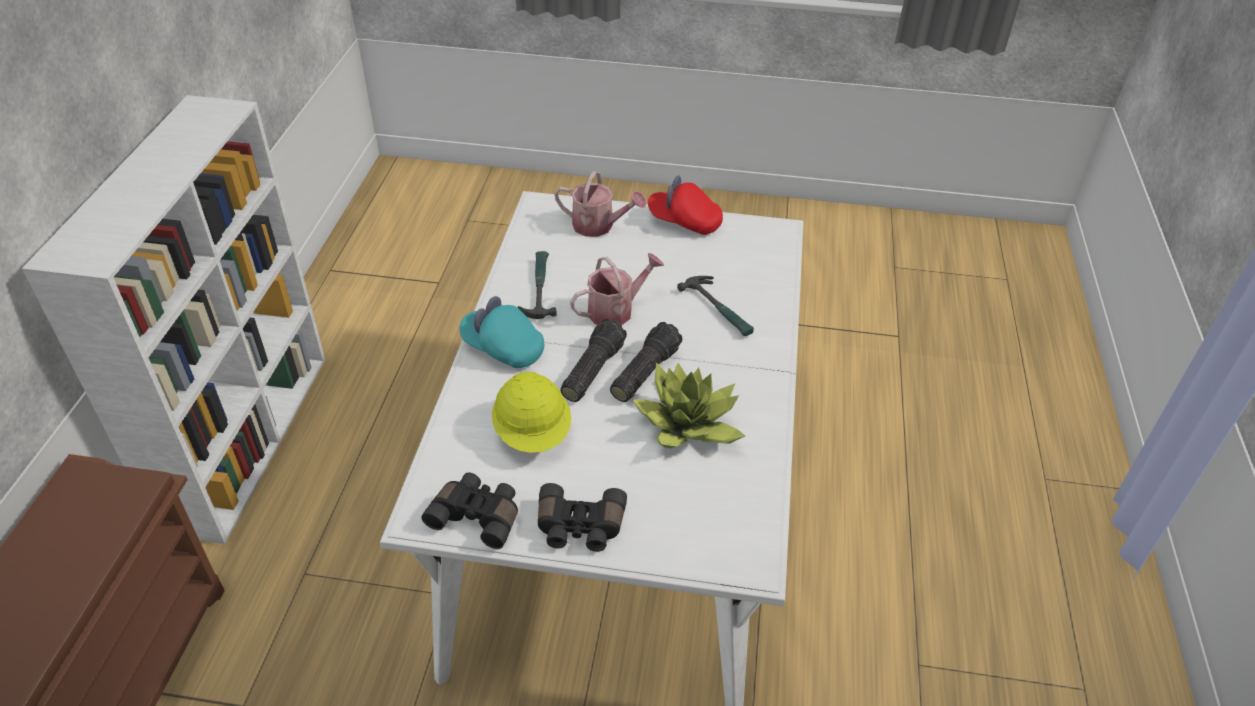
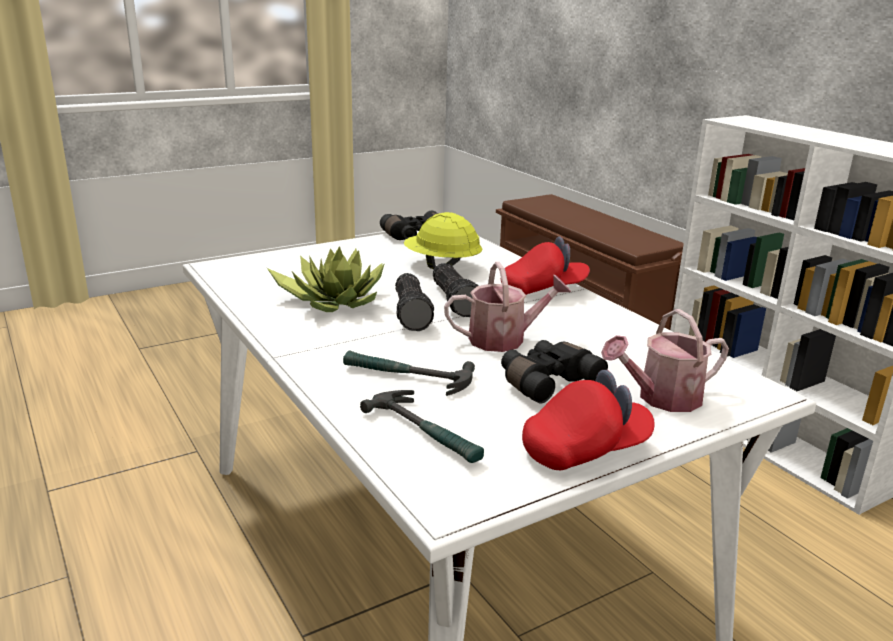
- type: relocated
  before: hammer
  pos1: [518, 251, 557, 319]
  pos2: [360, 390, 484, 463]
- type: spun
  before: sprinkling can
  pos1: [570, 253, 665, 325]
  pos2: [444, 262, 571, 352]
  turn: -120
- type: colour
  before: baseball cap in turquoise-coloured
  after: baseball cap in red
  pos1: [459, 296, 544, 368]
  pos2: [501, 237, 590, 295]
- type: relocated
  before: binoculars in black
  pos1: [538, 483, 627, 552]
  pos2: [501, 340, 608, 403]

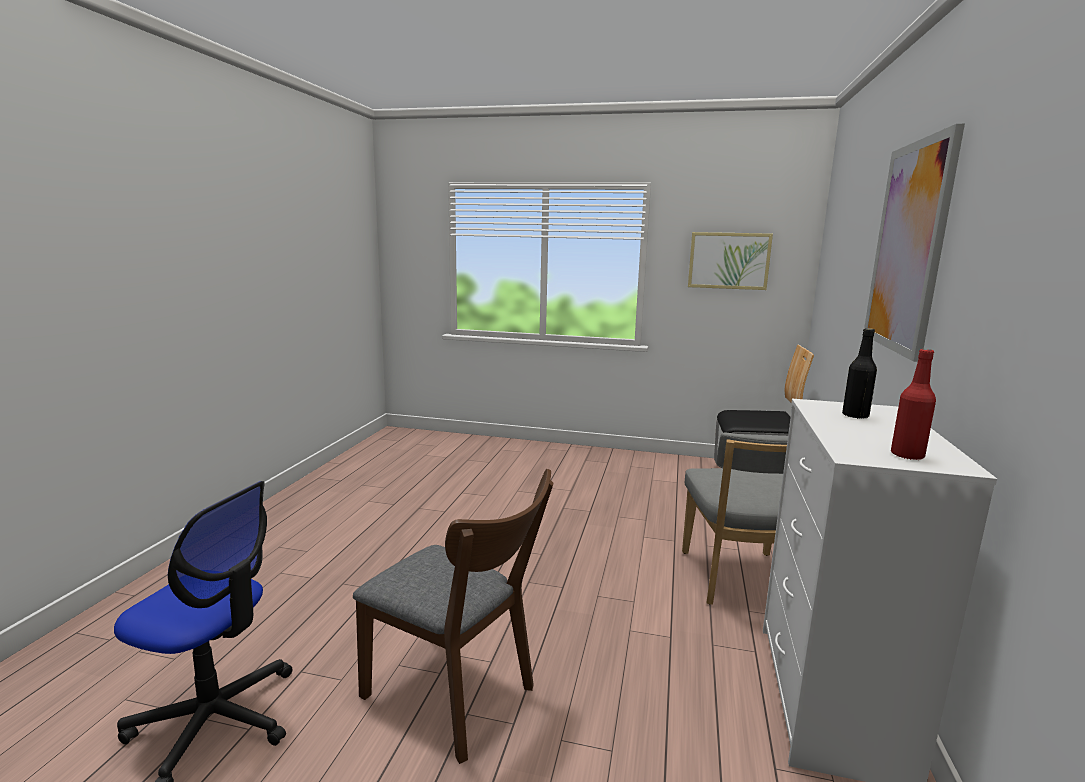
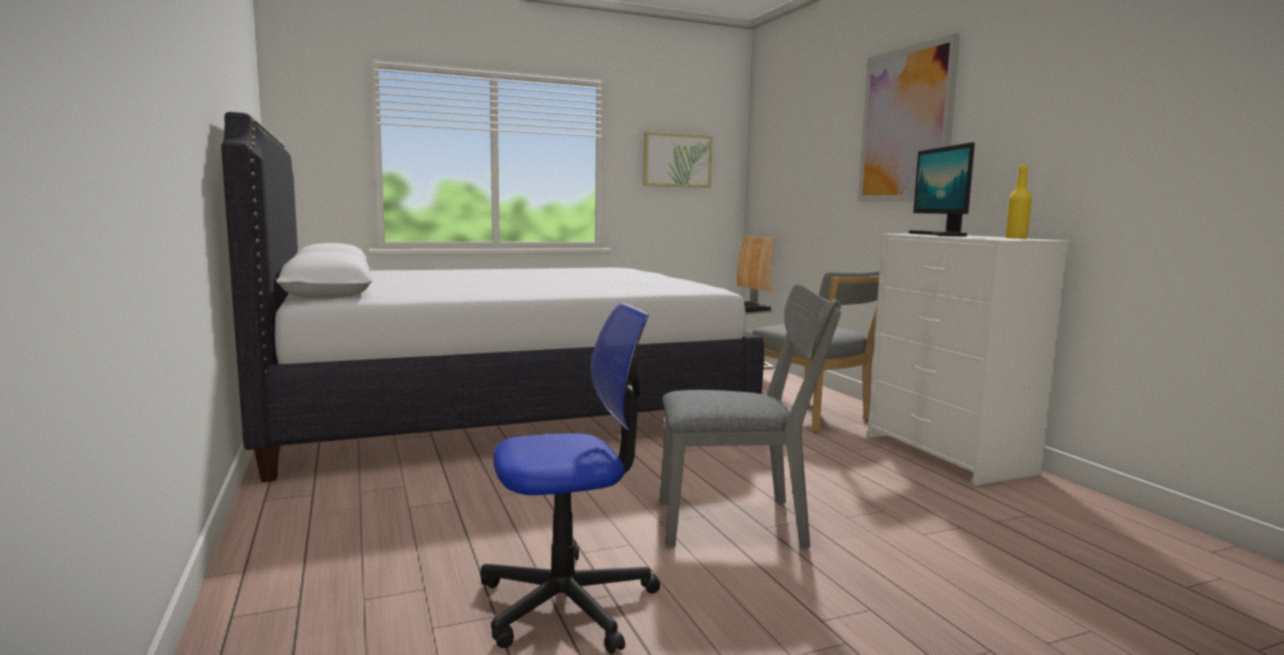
- type: exchanged
  before: drink bottle in black
  after: computer screen
  pos1: [842, 328, 877, 419]
  pos2: [909, 142, 975, 237]
- type: colour
  before: drink bottle in red
  after: drink bottle in yellowish
  pos1: [891, 349, 936, 460]
  pos2: [1005, 165, 1032, 239]
- type: colour
  before: plain chair in brown
  after: plain chair in grey
  pos1: [353, 469, 554, 764]
  pos2: [660, 284, 842, 549]
- type: appeared
  after: bed in white-coloured
  pos2: [221, 112, 764, 482]

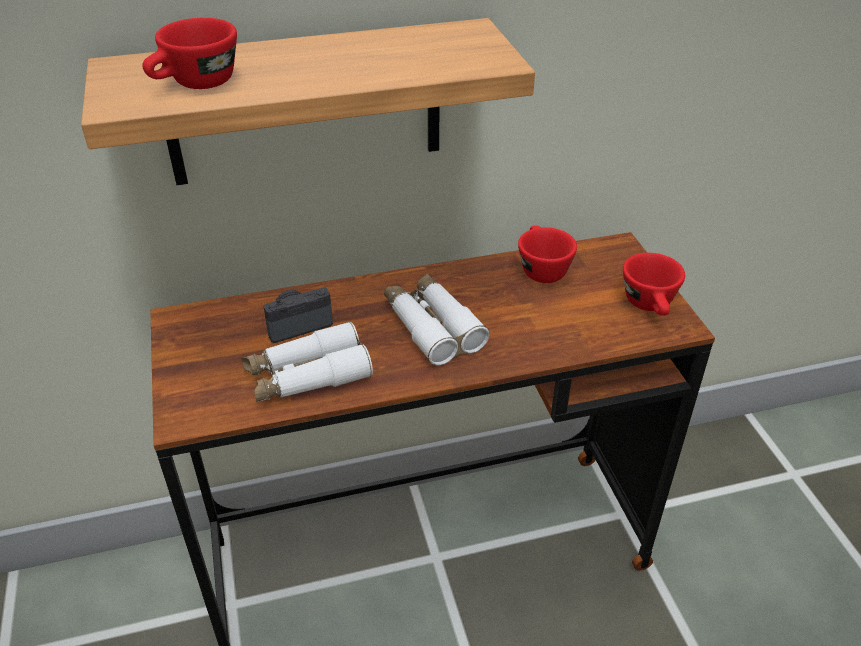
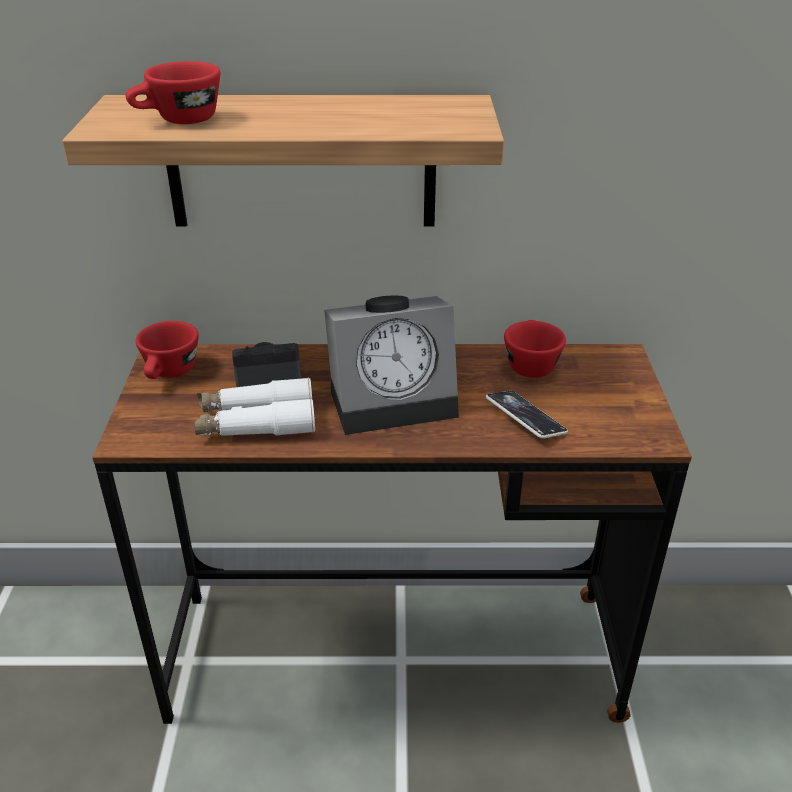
- type: relocated
  before: drinking cup in red
  pos1: [623, 253, 685, 316]
  pos2: [136, 321, 199, 379]
- type: exchanged
  before: binoculars in white-coloured
  after: bedside clock
  pos1: [384, 274, 489, 365]
  pos2: [324, 295, 459, 435]
- type: appeared
  after: phone
  pos2: [486, 391, 568, 439]

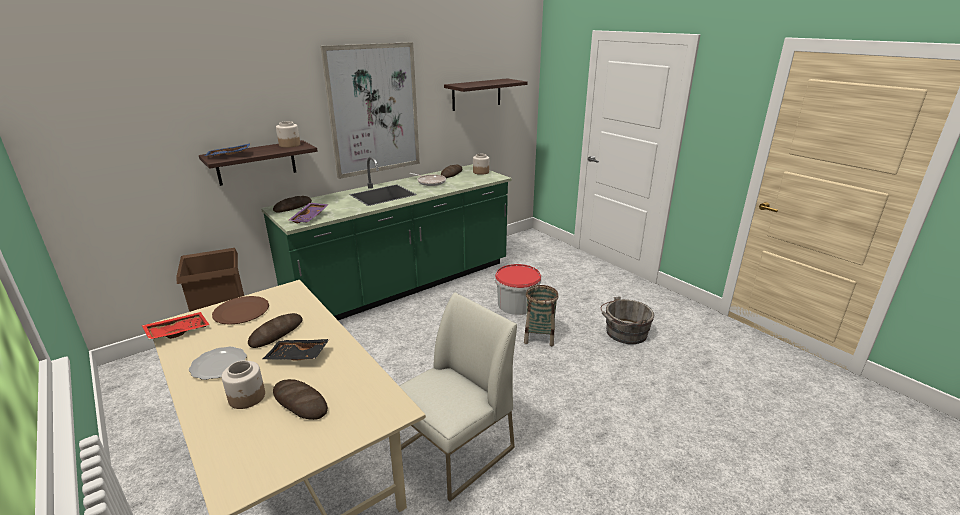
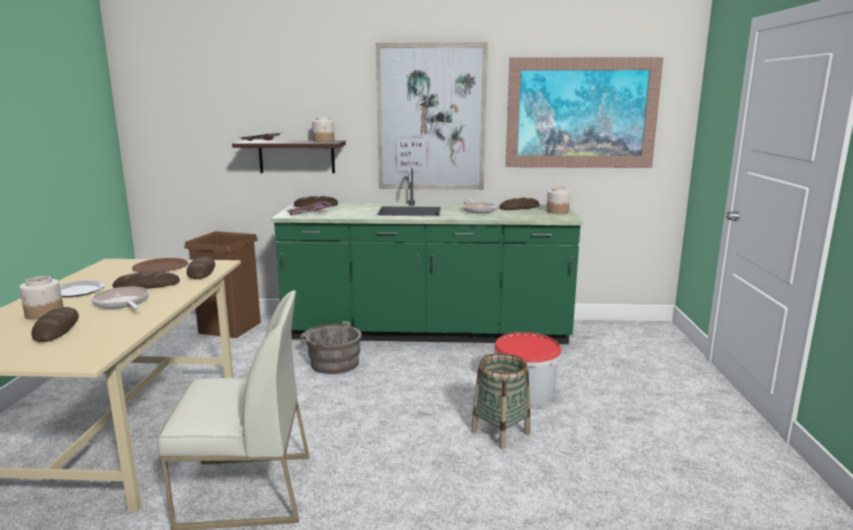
- type: exchanged
  before: wall shelf
  after: wall picture
  pos1: [444, 78, 528, 111]
  pos2: [505, 57, 663, 168]
- type: relocated
  before: pail in grey
  pos1: [601, 296, 654, 344]
  pos2: [299, 321, 362, 374]
- type: missing
  before: tray in red
  pos1: [142, 312, 210, 339]
- type: exchanged
  before: tray in black
  after: pan
  pos1: [263, 339, 330, 361]
  pos2: [91, 287, 149, 309]
- type: appeared
  after: bakery bread
  pos2: [186, 257, 215, 279]

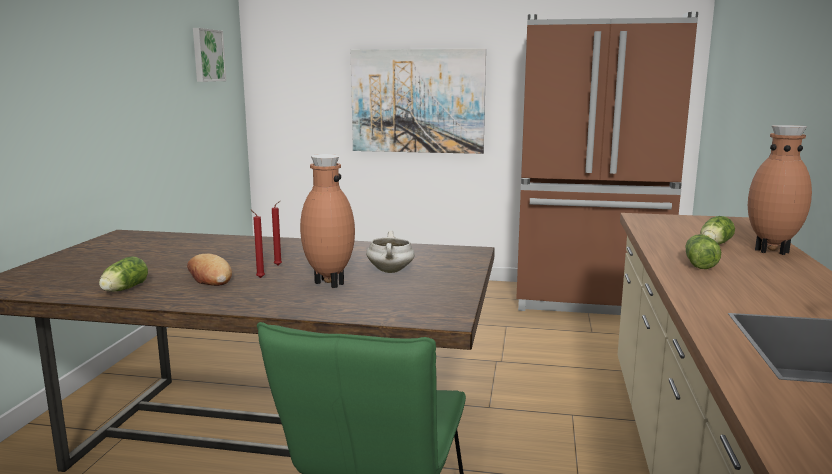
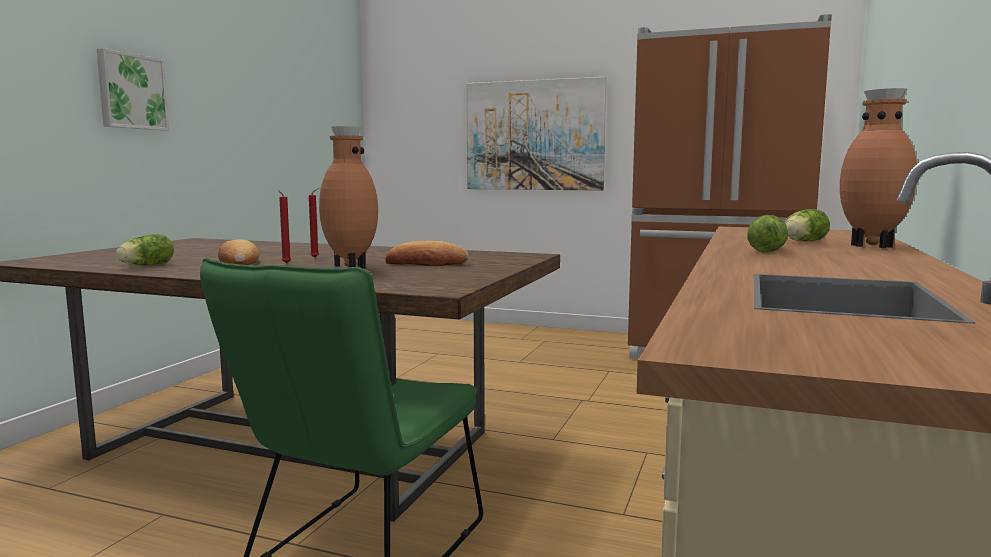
- type: relocated
  before: wall picture
  pos1: [193, 28, 226, 82]
  pos2: [97, 48, 169, 131]
- type: exchanged
  before: cooking pot in white-coloured
  after: bakery bread
  pos1: [366, 231, 415, 273]
  pos2: [385, 240, 469, 266]

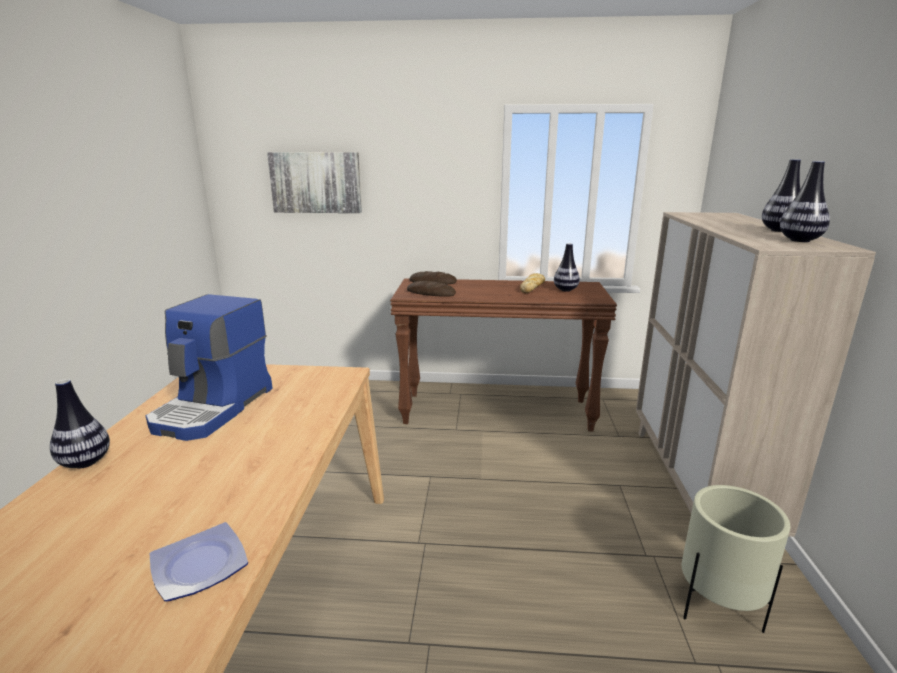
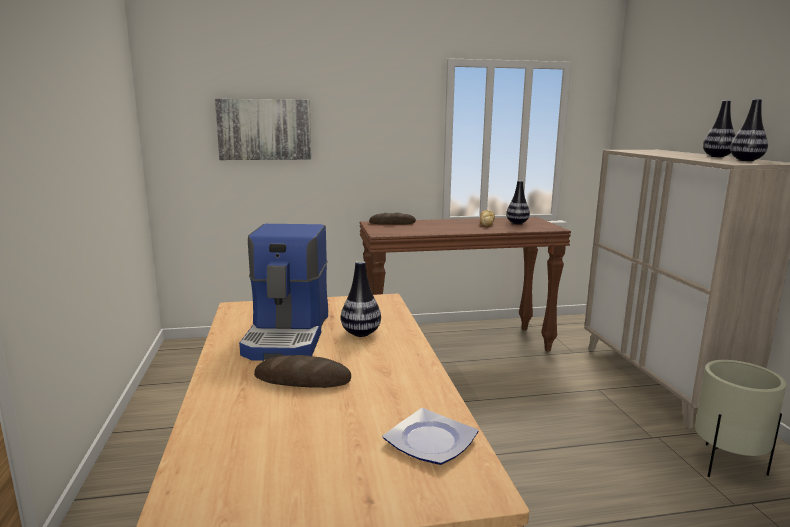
- type: relocated
  before: bakery bread
  pos1: [407, 281, 456, 297]
  pos2: [254, 355, 351, 388]
- type: relocated
  before: vase
  pos1: [50, 379, 110, 469]
  pos2: [341, 261, 381, 337]

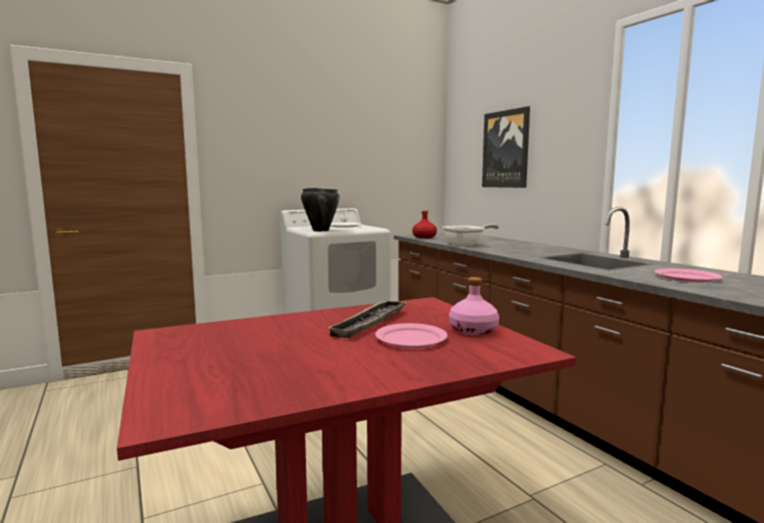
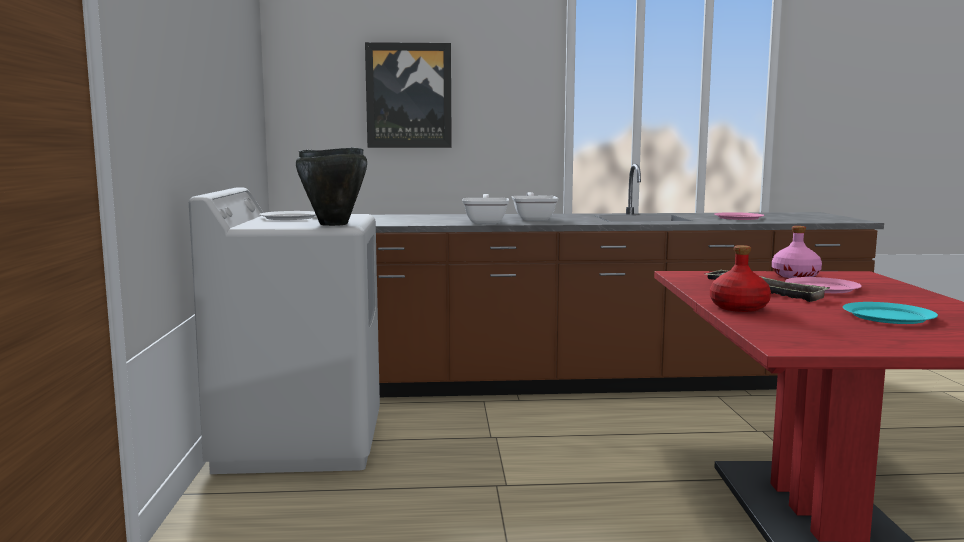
- type: relocated
  before: drink bottle in red
  pos1: [412, 211, 437, 238]
  pos2: [710, 245, 771, 312]
- type: appeared
  after: pan
  pos2: [511, 192, 559, 221]
- type: appeared
  after: flat dish in turquoise-coloured
  pos2: [843, 302, 938, 324]

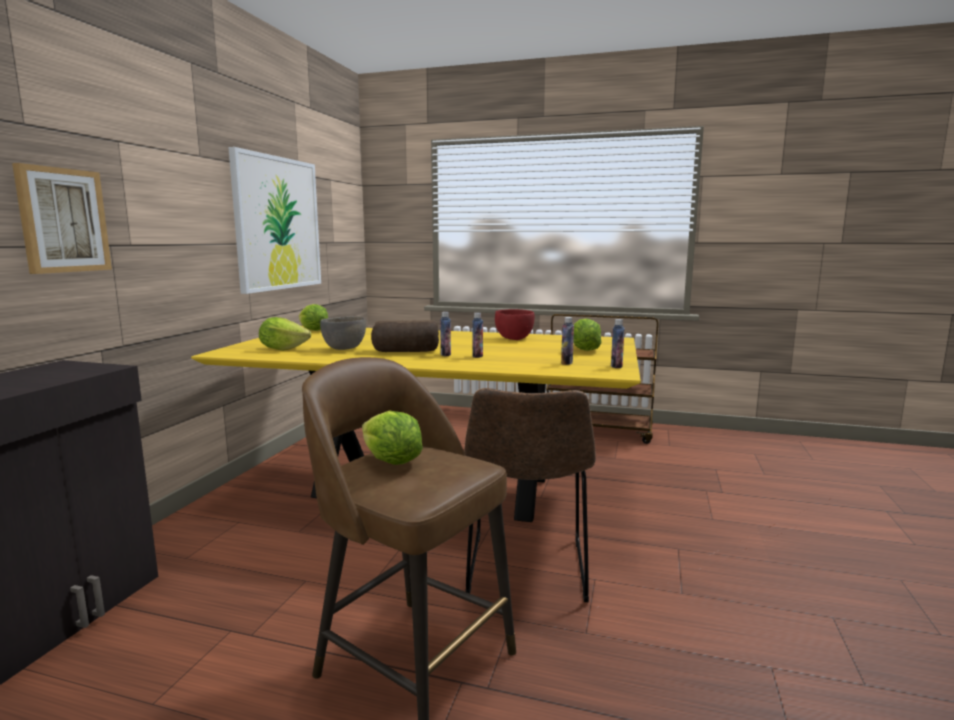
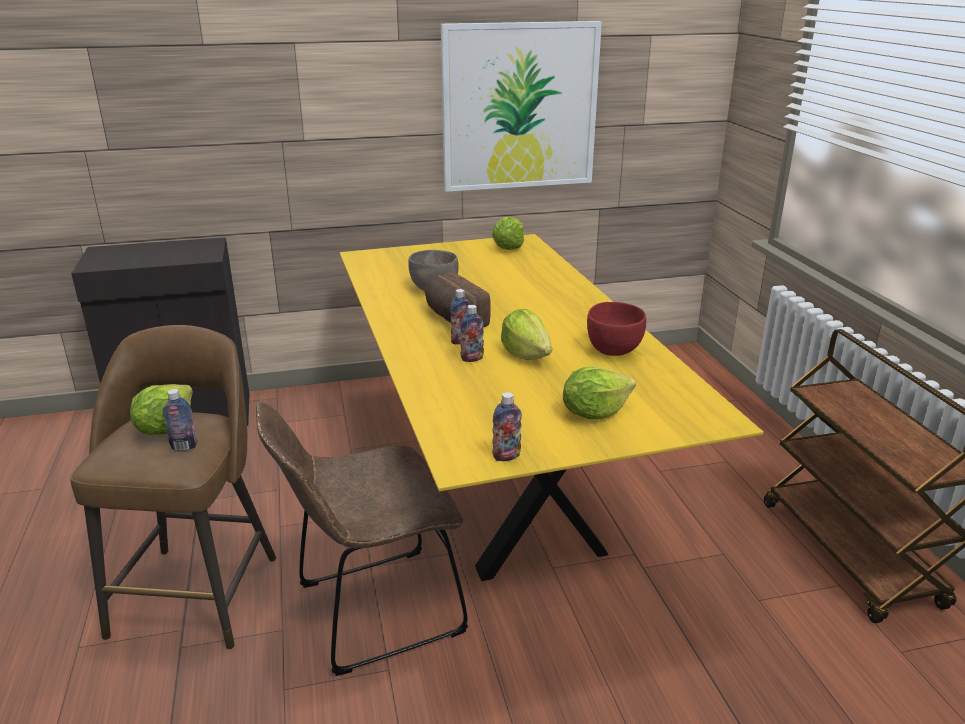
- type: missing
  before: wall picture
  pos1: [12, 163, 112, 274]
- type: relocated
  before: head of lettuce
  pos1: [259, 317, 311, 351]
  pos2: [501, 309, 552, 360]
- type: relocated
  before: drink bottle
  pos1: [561, 317, 574, 365]
  pos2: [163, 389, 197, 451]

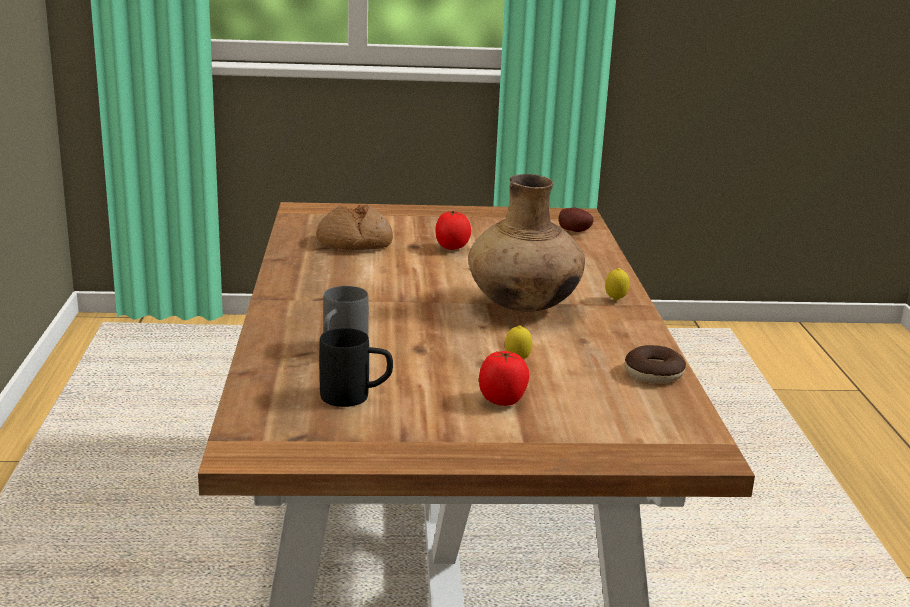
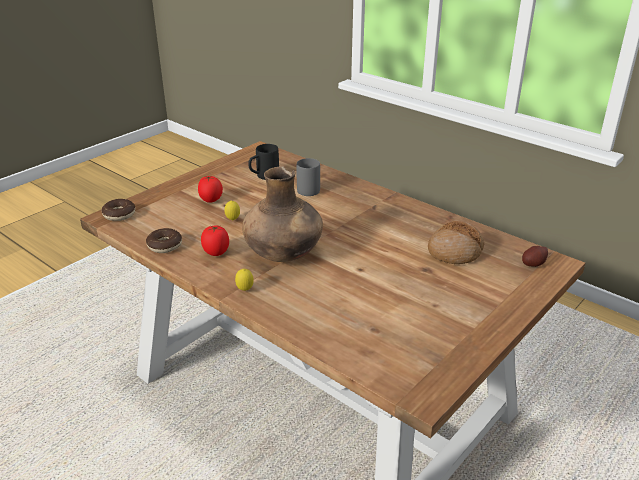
- type: relocated
  before: potato
  pos1: [559, 208, 594, 232]
  pos2: [522, 246, 548, 267]
- type: relocated
  before: tomato
  pos1: [435, 210, 471, 250]
  pos2: [201, 226, 229, 256]
- type: appeared
  after: doughnut
  pos2: [101, 199, 135, 221]

